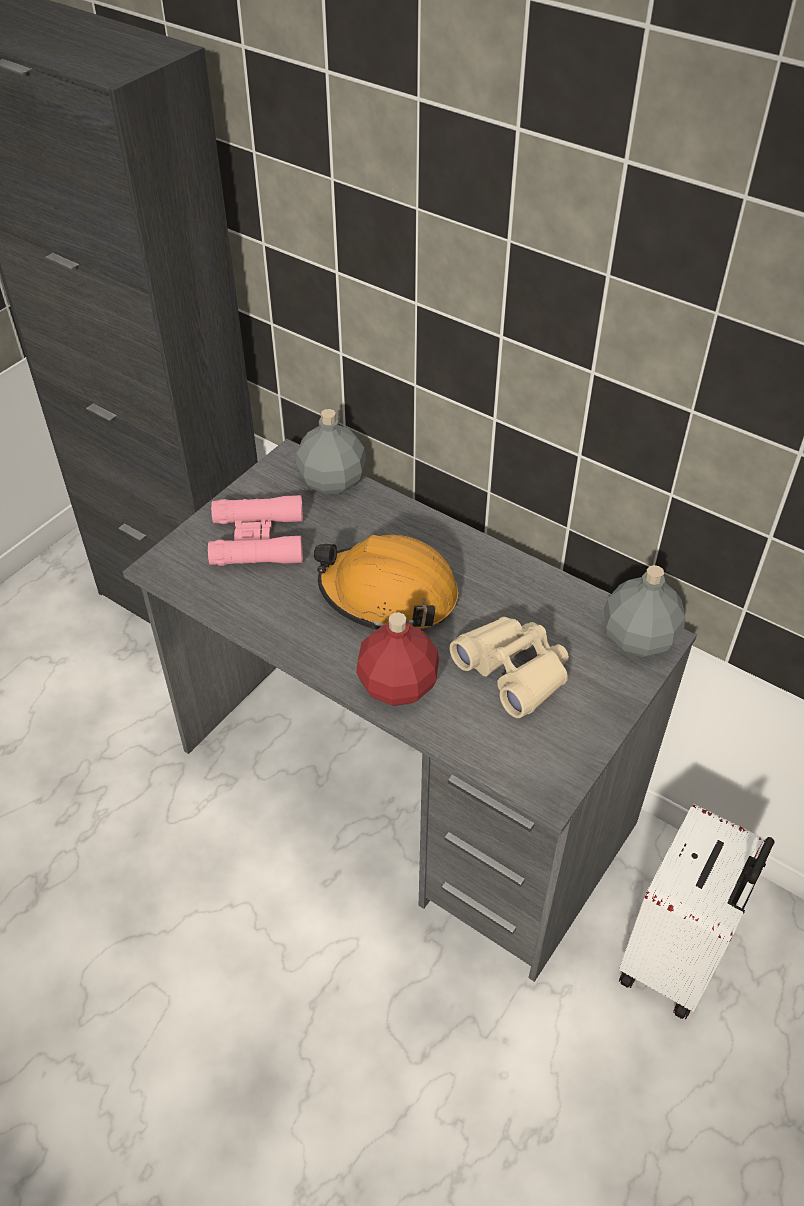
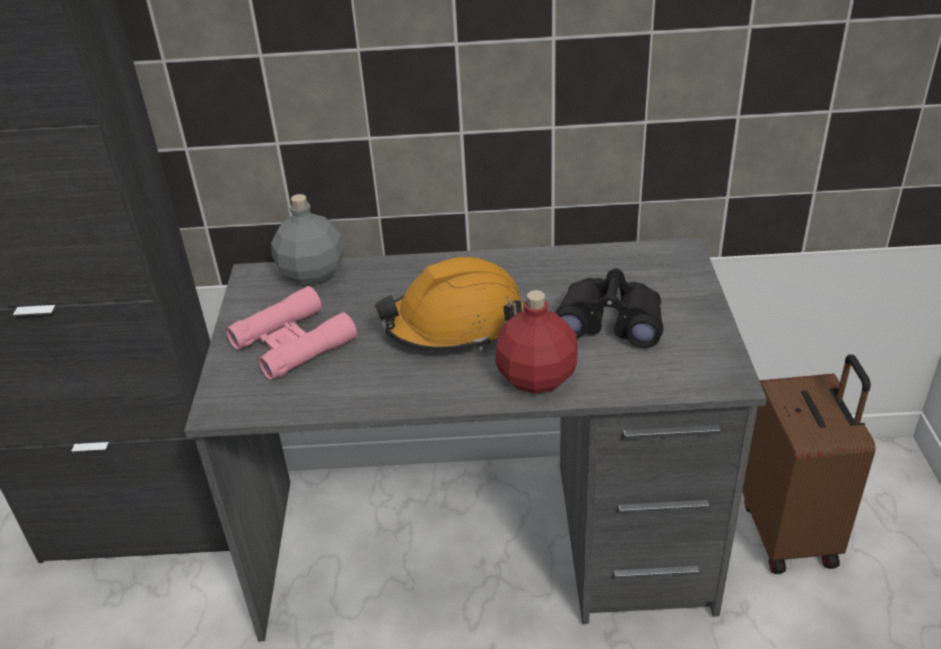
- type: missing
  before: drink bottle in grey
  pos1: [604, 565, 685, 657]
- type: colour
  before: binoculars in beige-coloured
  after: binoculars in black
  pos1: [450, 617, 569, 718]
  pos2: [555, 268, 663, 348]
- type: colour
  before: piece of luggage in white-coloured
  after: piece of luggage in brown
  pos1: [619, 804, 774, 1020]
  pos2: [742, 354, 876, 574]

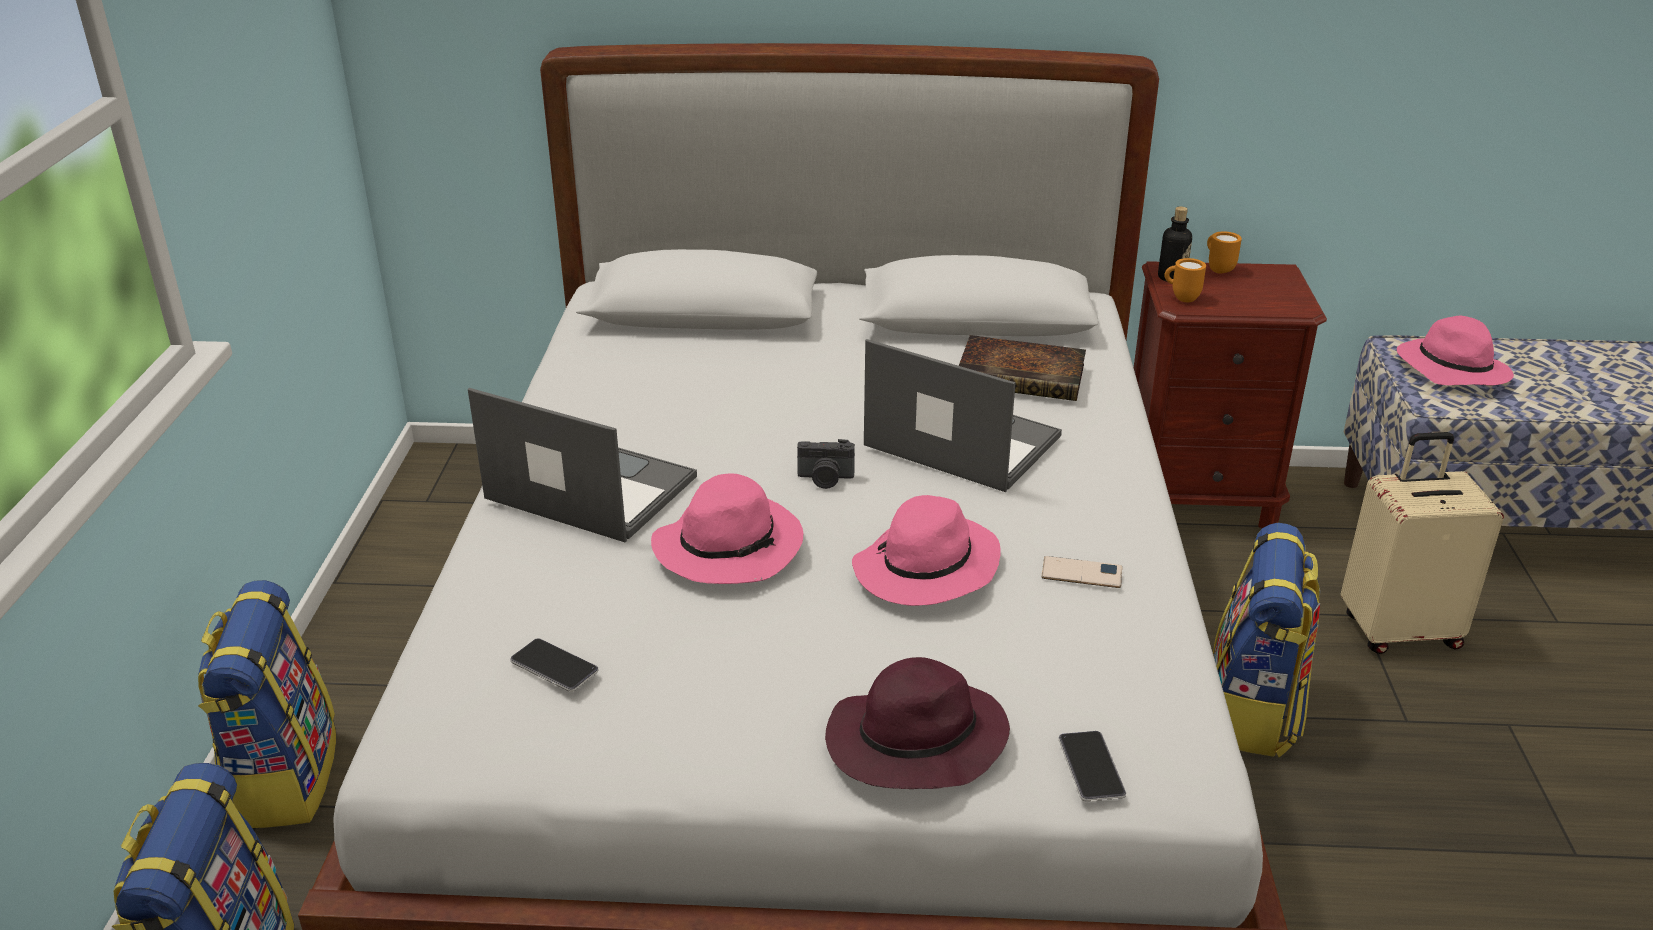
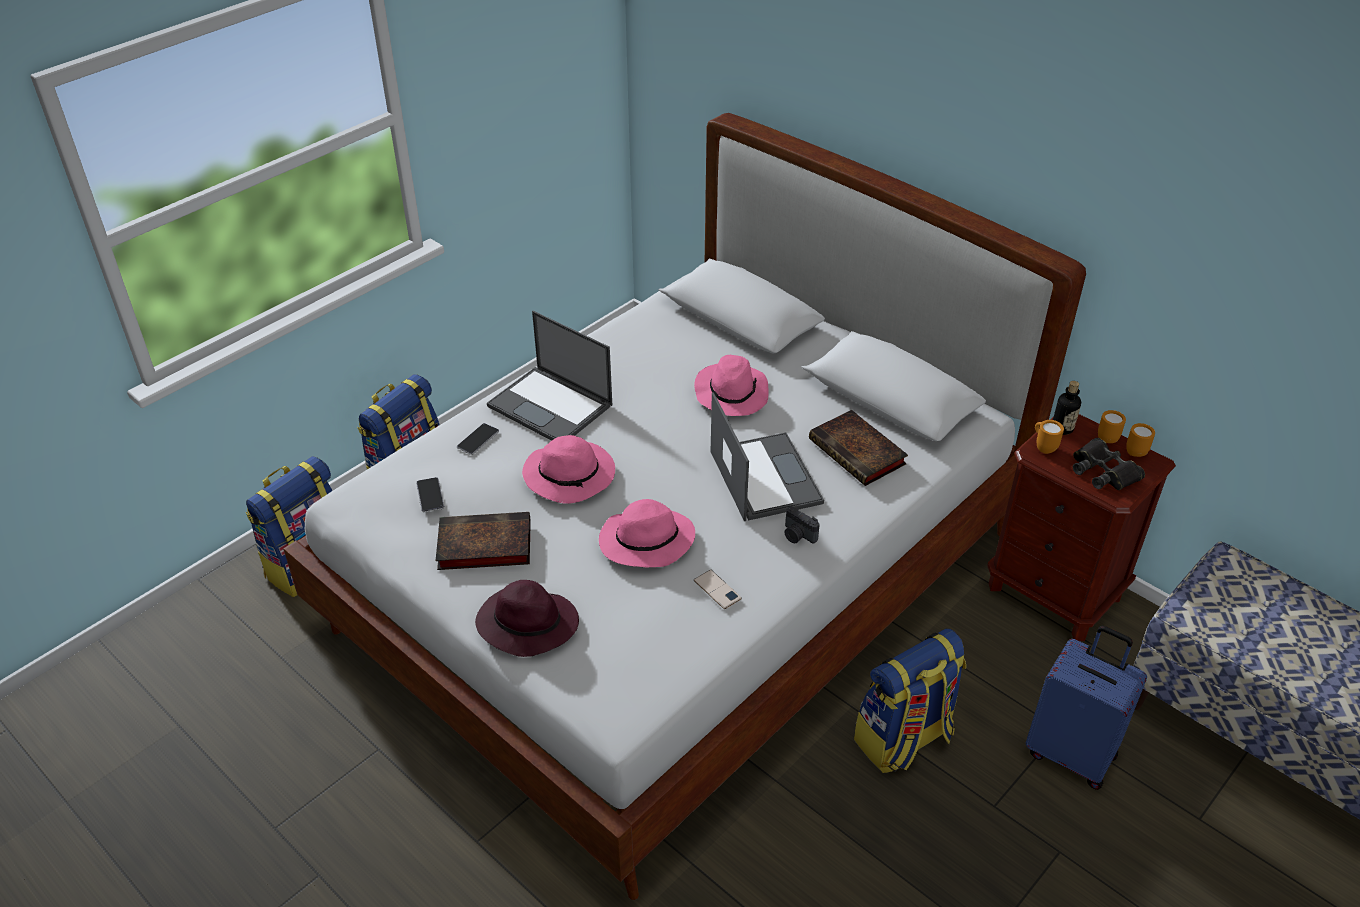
- type: relocated
  before: hat in pinkish
  pos1: [1397, 316, 1514, 386]
  pos2: [694, 355, 769, 416]
- type: spun
  before: laptop
  pos1: [468, 388, 697, 542]
  pos2: [487, 311, 612, 441]
  turn: 150
- type: colour
  before: piece of luggage in beige-coloured
  after: piece of luggage in blue-coloured
  pos1: [1341, 432, 1504, 654]
  pos2: [1026, 626, 1147, 790]
- type: relocated
  before: photo camera
  pos1: [797, 439, 855, 489]
  pos2: [785, 506, 820, 543]
- type: relocated
  before: phone
  pos1: [1059, 731, 1126, 802]
  pos2: [457, 423, 499, 455]
- type: appeared
  after: coffee mug in orange-coloured
  pos2: [1126, 423, 1155, 457]
- type: appeared
  after: binoculars in black
  pos2: [1073, 438, 1145, 490]
- type: appeared
  after: volume
  pos2: [436, 512, 531, 570]

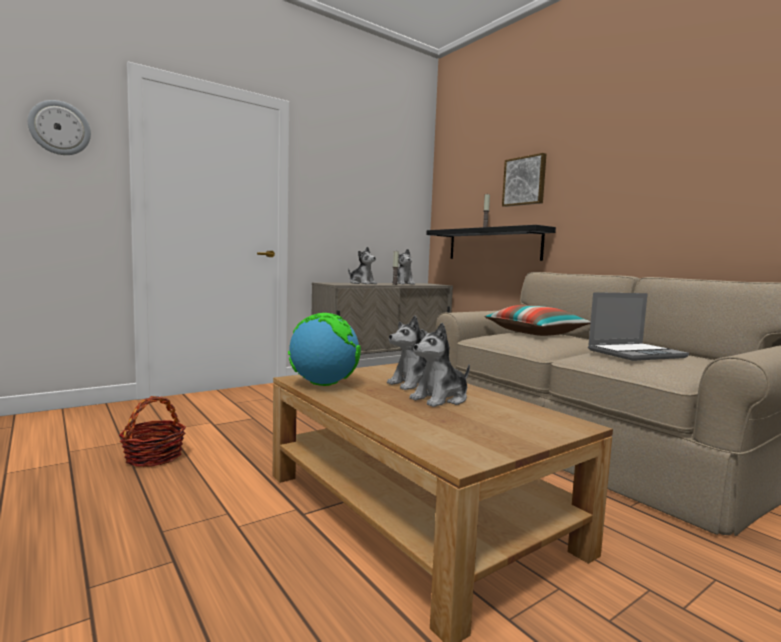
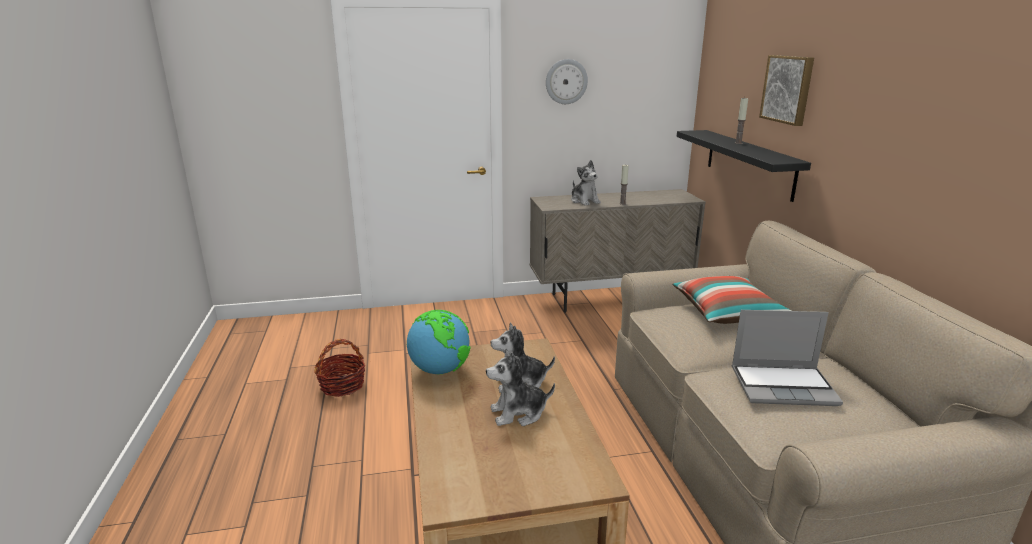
- type: relocated
  before: clock on the wall
  pos1: [28, 100, 91, 155]
  pos2: [546, 59, 588, 104]
- type: missing
  before: cuddly toy
  pos1: [392, 249, 415, 285]

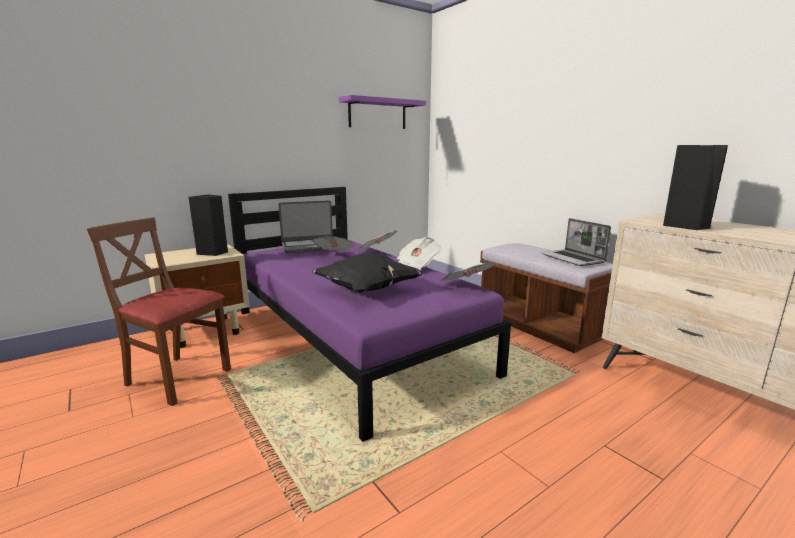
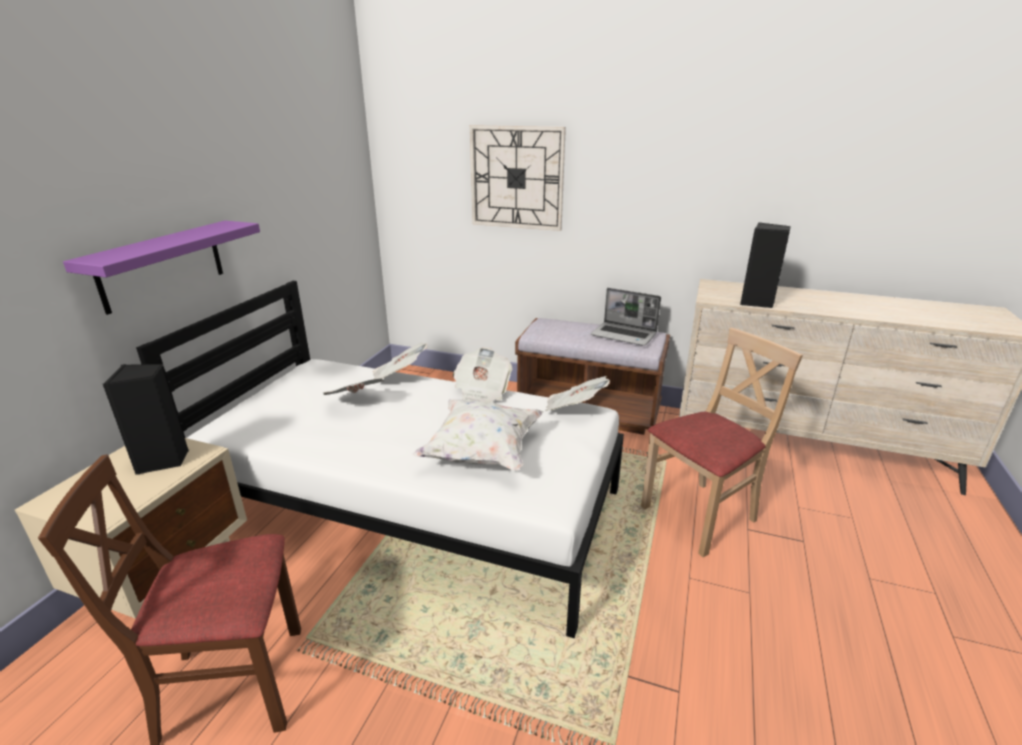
- type: relocated
  before: wall shelf in purplish
  pos1: [339, 95, 426, 129]
  pos2: [63, 221, 260, 315]
- type: colour
  before: bed in purplish
  after: bed in white-coloured
  pos1: [228, 187, 511, 442]
  pos2: [136, 281, 624, 639]
- type: missing
  before: laptop
  pos1: [278, 200, 333, 253]
- type: colour
  before: throw pillow in black
  after: throw pillow in white-coloured
  pos1: [312, 253, 424, 293]
  pos2: [412, 400, 544, 471]
- type: appeared
  after: clock on the wall
  pos2: [470, 125, 566, 231]
- type: appeared
  after: plain chair in beige-coloured
  pos2: [641, 328, 803, 557]

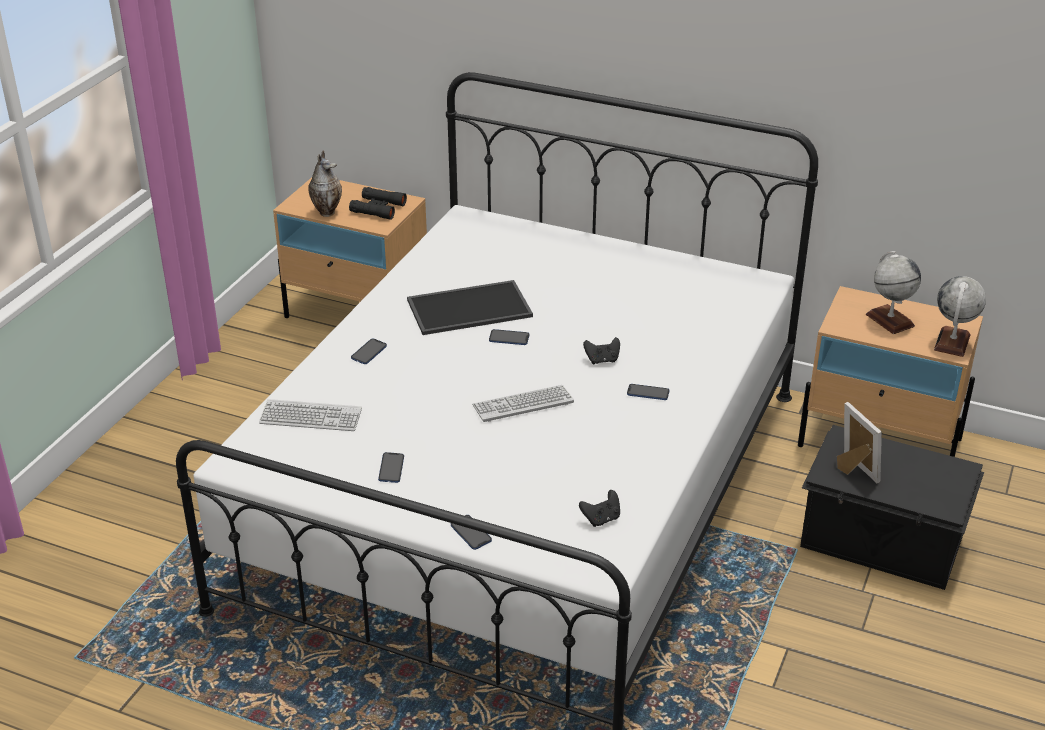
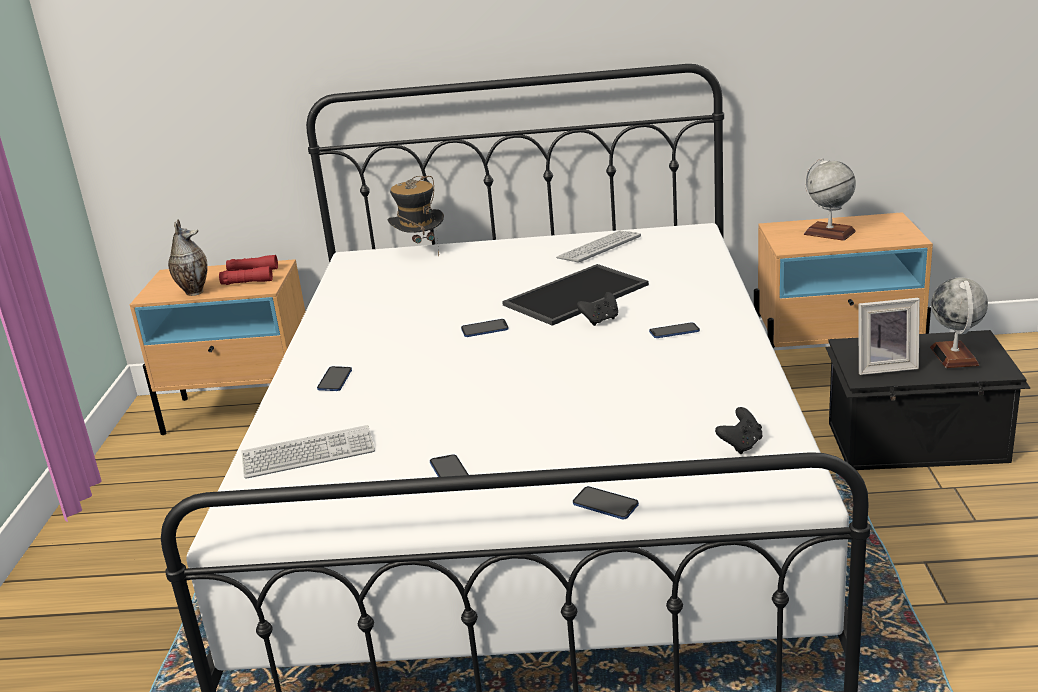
- type: colour
  before: binoculars in black
  after: binoculars in red
  pos1: [349, 187, 407, 220]
  pos2: [219, 255, 278, 285]
- type: relocated
  before: desk globe
  pos1: [934, 276, 986, 357]
  pos2: [930, 277, 988, 368]
- type: relocated
  before: tray
  pos1: [407, 280, 533, 335]
  pos2: [502, 264, 649, 326]
- type: relocated
  before: PC keyboard
  pos1: [472, 385, 574, 422]
  pos2: [556, 230, 641, 263]
- type: spun
  before: picture frame
  pos1: [837, 402, 882, 483]
  pos2: [858, 298, 920, 375]
  turn: 135
- type: appeared
  after: hat
  pos2: [388, 176, 444, 256]

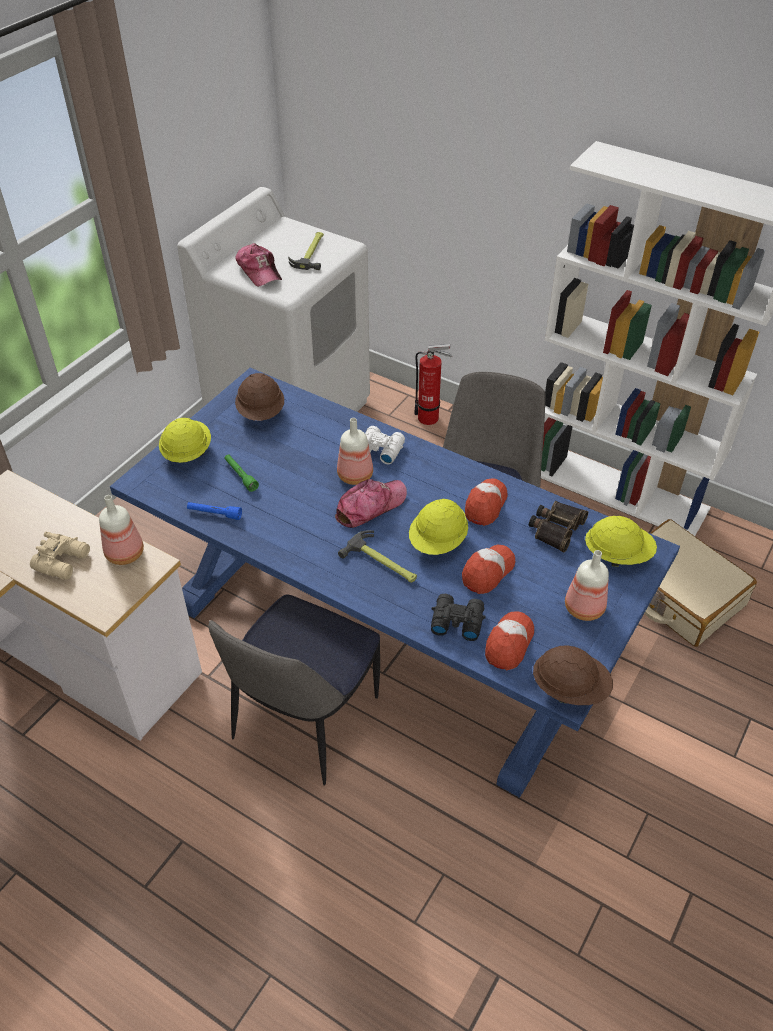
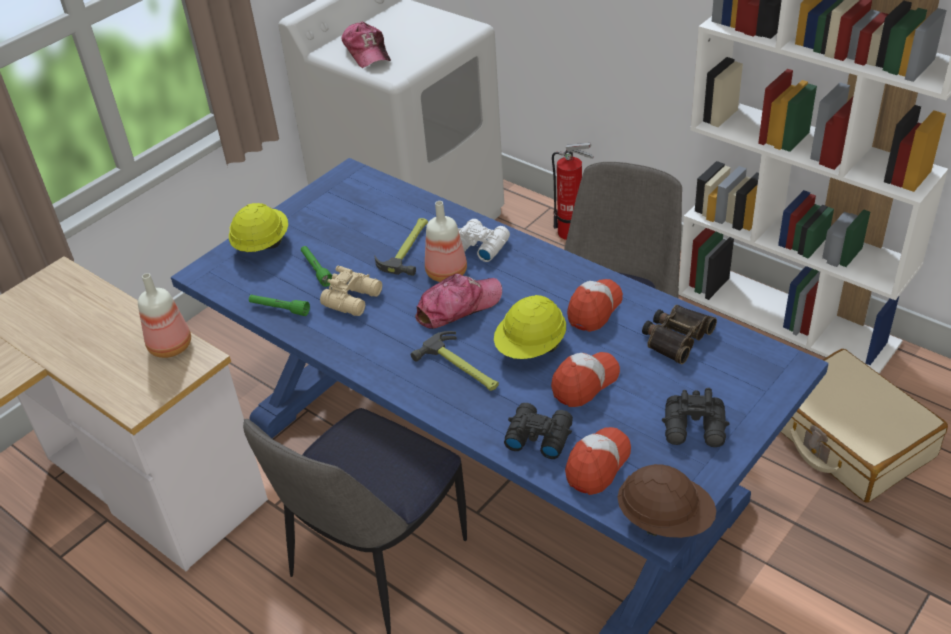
- type: relocated
  before: hammer
  pos1: [288, 232, 324, 270]
  pos2: [374, 218, 428, 276]
- type: missing
  before: safety helmet in brown
  pos1: [235, 373, 284, 421]
- type: colour
  before: hand torch in blue-coloured
  after: hand torch in green-coloured
  pos1: [187, 502, 242, 520]
  pos2: [249, 295, 310, 316]
- type: missing
  before: safety helmet in yellowish
  pos1: [585, 516, 657, 567]
- type: relocated
  before: binoculars in beige-coloured
  pos1: [30, 532, 90, 580]
  pos2: [320, 266, 382, 316]
- type: exchanged
  before: drink bottle
  after: binoculars in black
  pos1: [565, 550, 609, 621]
  pos2: [662, 388, 730, 447]

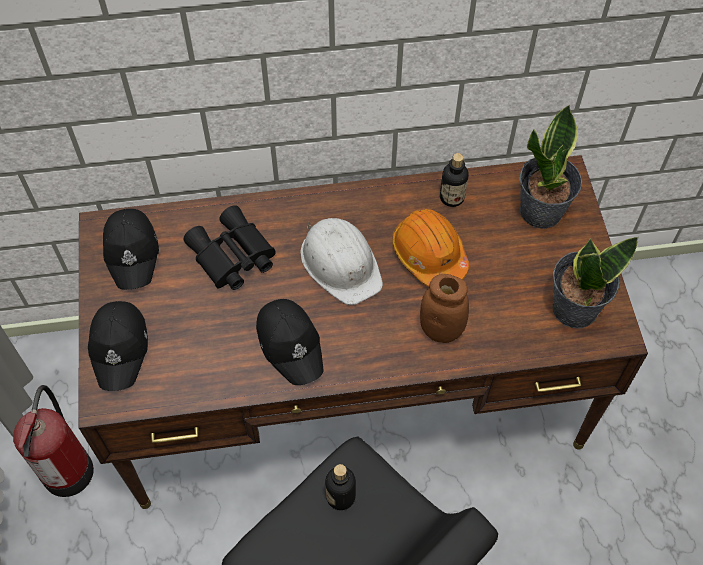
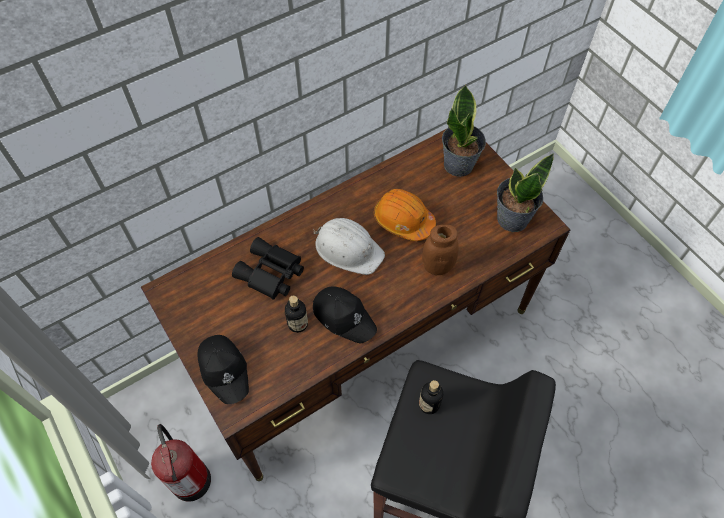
- type: relocated
  before: drink bottle
  pos1: [440, 153, 469, 207]
  pos2: [285, 295, 308, 333]
- type: missing
  before: baseball cap in black
  pos1: [103, 209, 159, 290]

